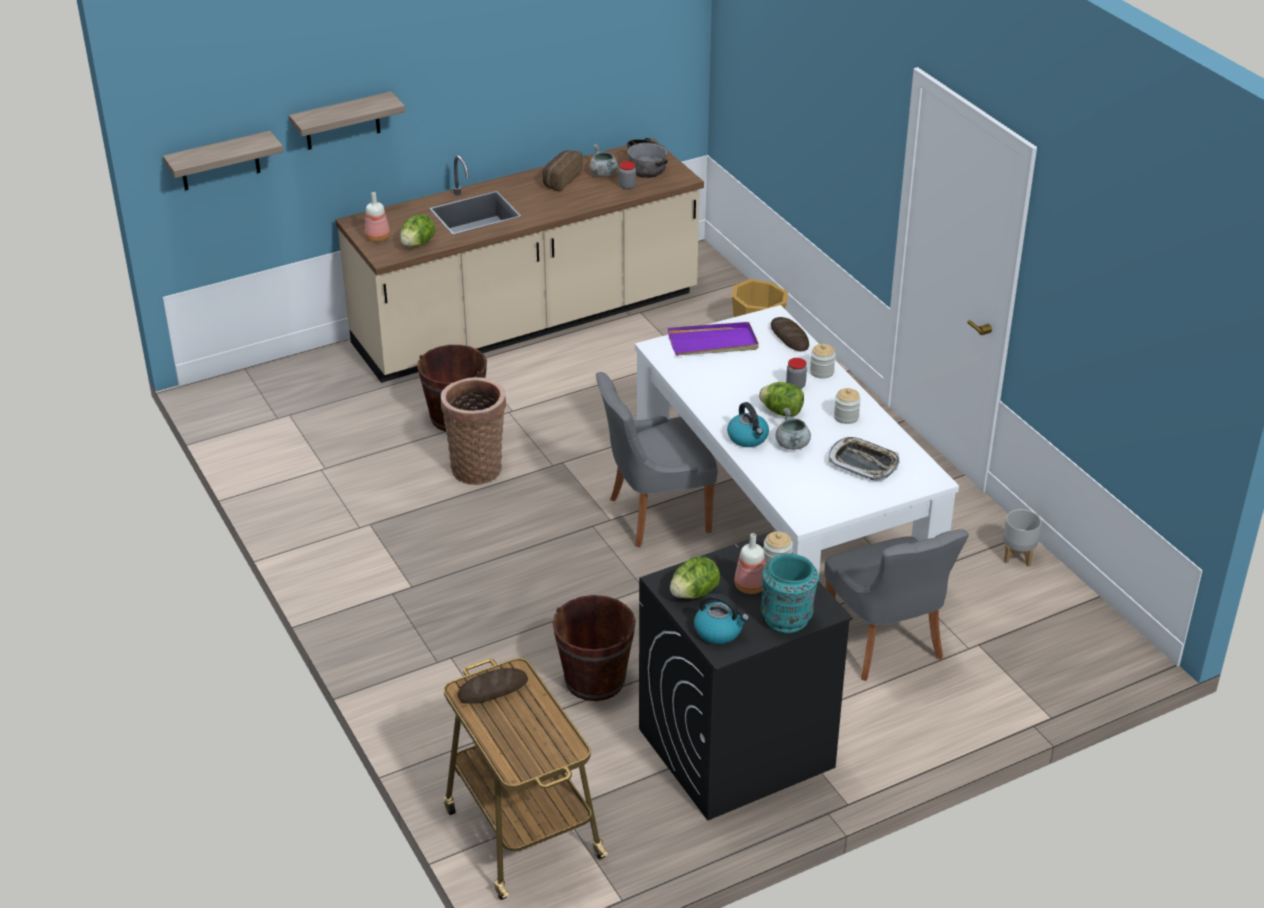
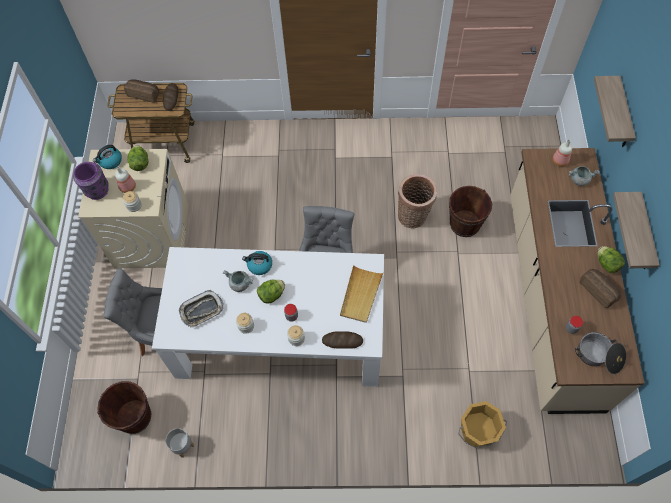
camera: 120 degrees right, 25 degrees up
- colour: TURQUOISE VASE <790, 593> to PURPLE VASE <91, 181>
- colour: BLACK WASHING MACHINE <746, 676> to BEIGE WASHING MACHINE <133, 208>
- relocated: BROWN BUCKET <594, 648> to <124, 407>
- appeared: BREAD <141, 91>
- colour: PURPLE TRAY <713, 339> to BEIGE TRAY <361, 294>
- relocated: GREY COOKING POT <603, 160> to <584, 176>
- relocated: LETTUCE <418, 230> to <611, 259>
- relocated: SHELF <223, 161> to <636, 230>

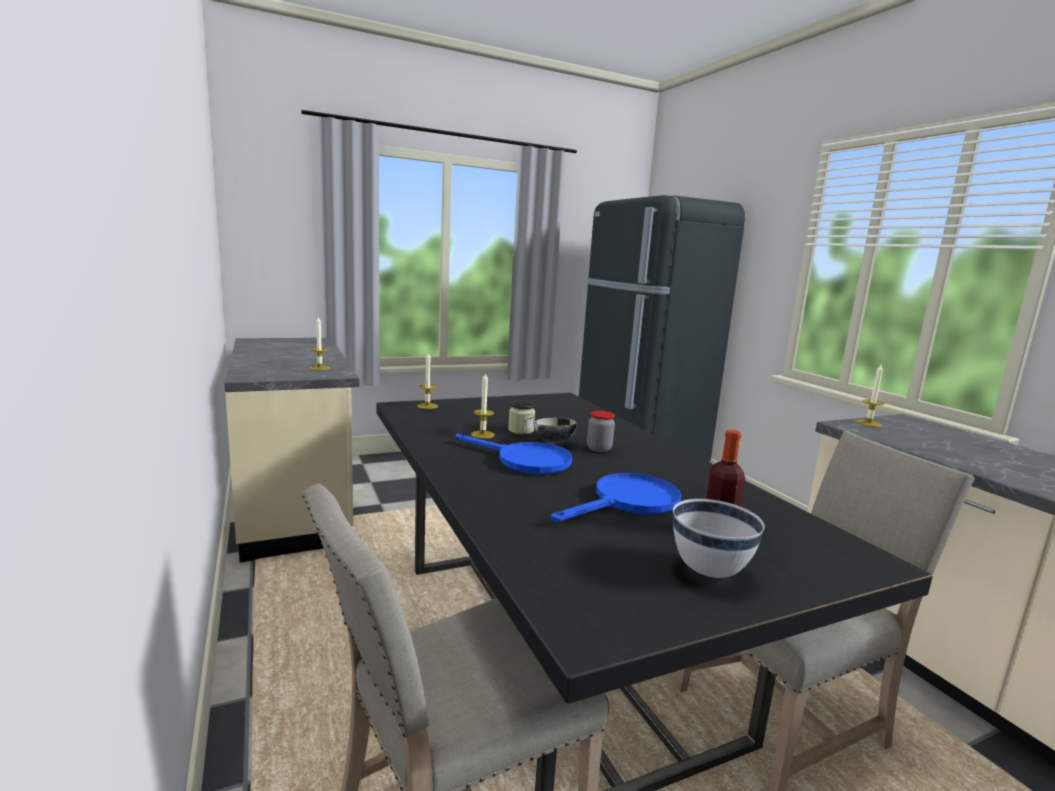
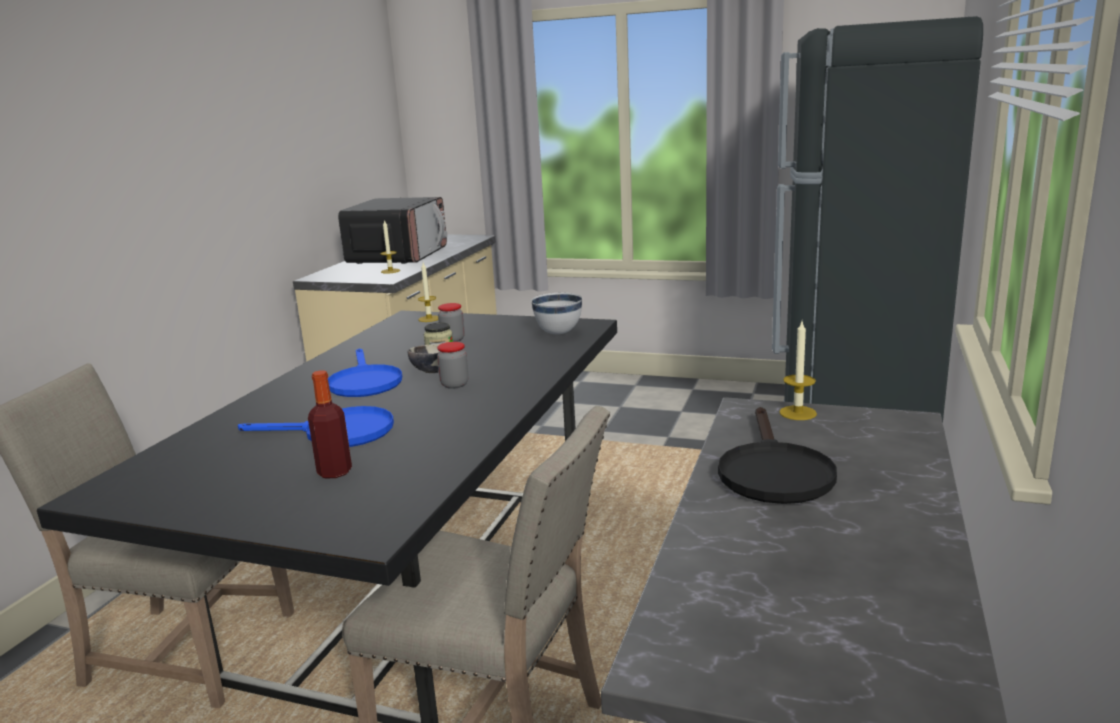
camera: 45 degrees right, 5 degrees up
- appeared: MICROWAVE <392, 230>
- appeared: JAR <451, 322>
- relocated: WHITE BOWL <719, 538> to <556, 314>
- appeared: BLACK FRYING PAN <777, 455>
- missing: CANDLE <483, 405>

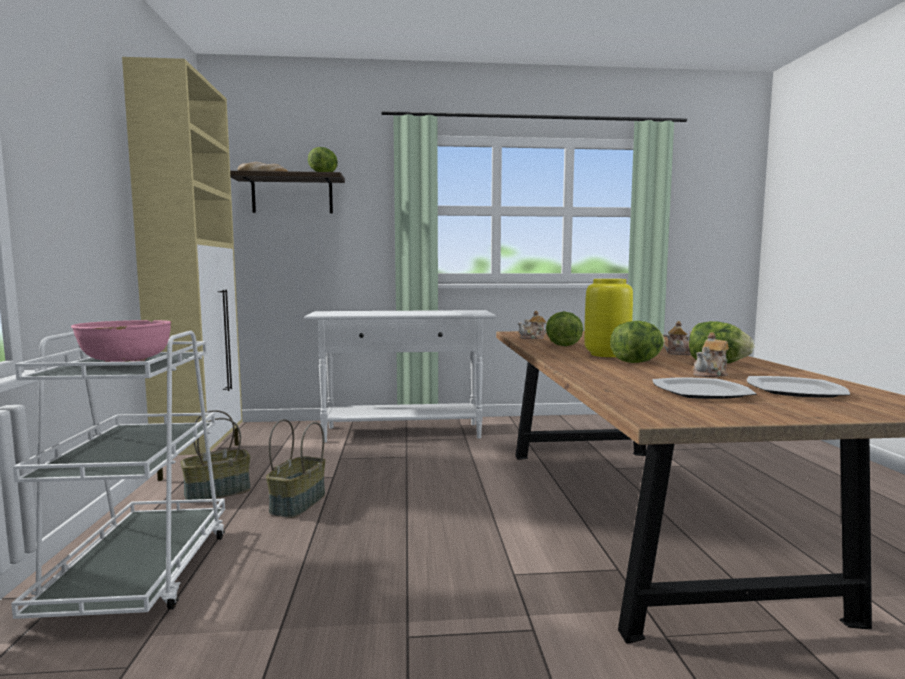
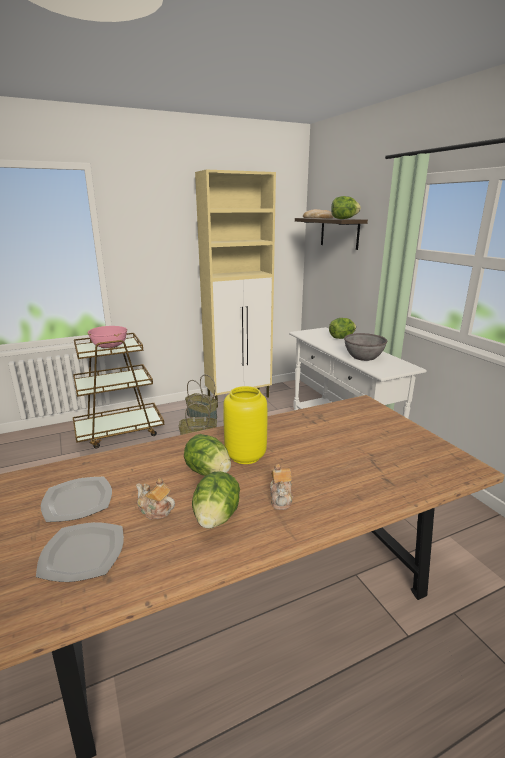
camera: 70 degrees right, 15 degrees up
- colour: WHITE CART <118, 475> to BROWN CART <118, 390>
- relocated: LETTUCE <564, 328> to <342, 328>
- appeared: GREY BOWL <366, 347>
- missing: TEAPOT <532, 325>

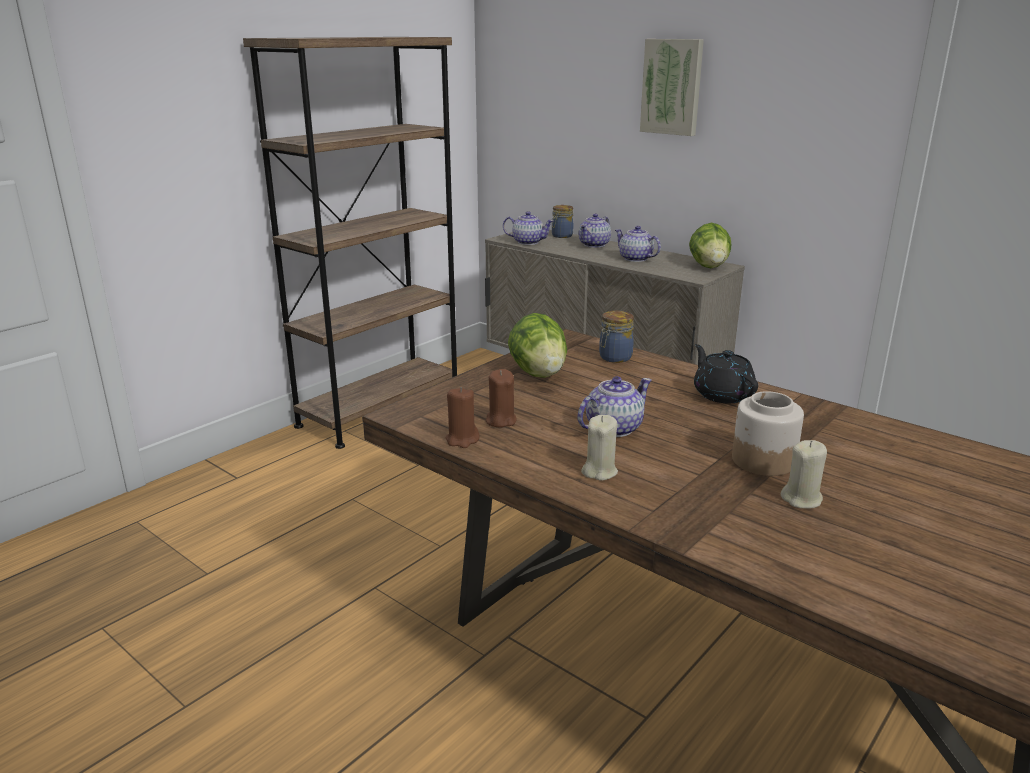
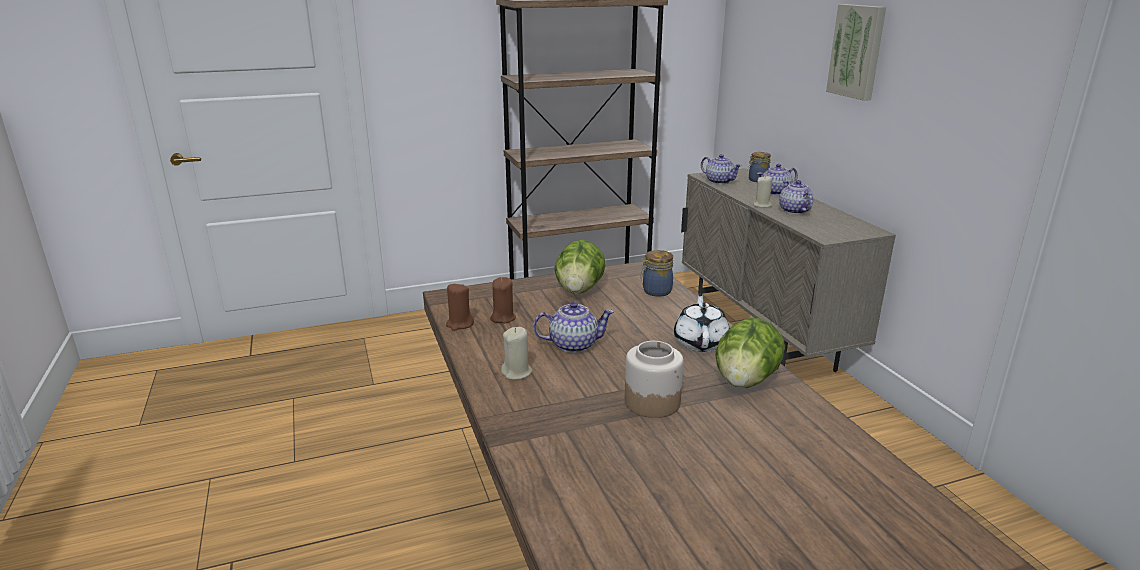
camera: 30 degrees right, 0 degrees up
- colour: BLACK TEAPOT <726, 373> to WHITE TEAPOT <702, 322>
- relocated: LETTUCE <710, 245> to <750, 353>
- relocated: BEIGE CANDLE <804, 474> to <762, 191>

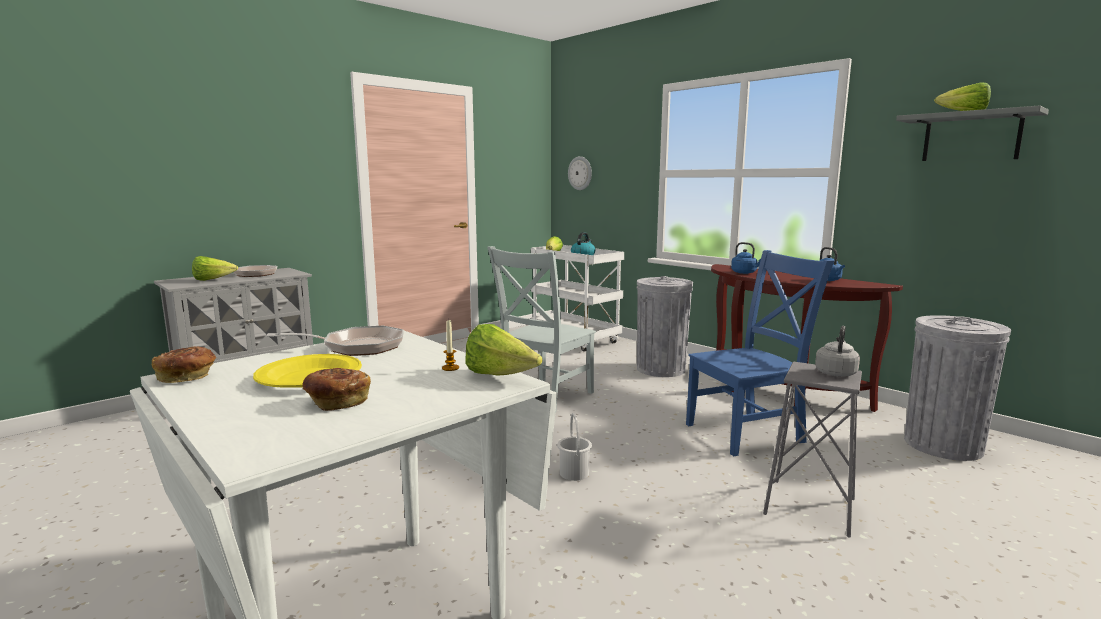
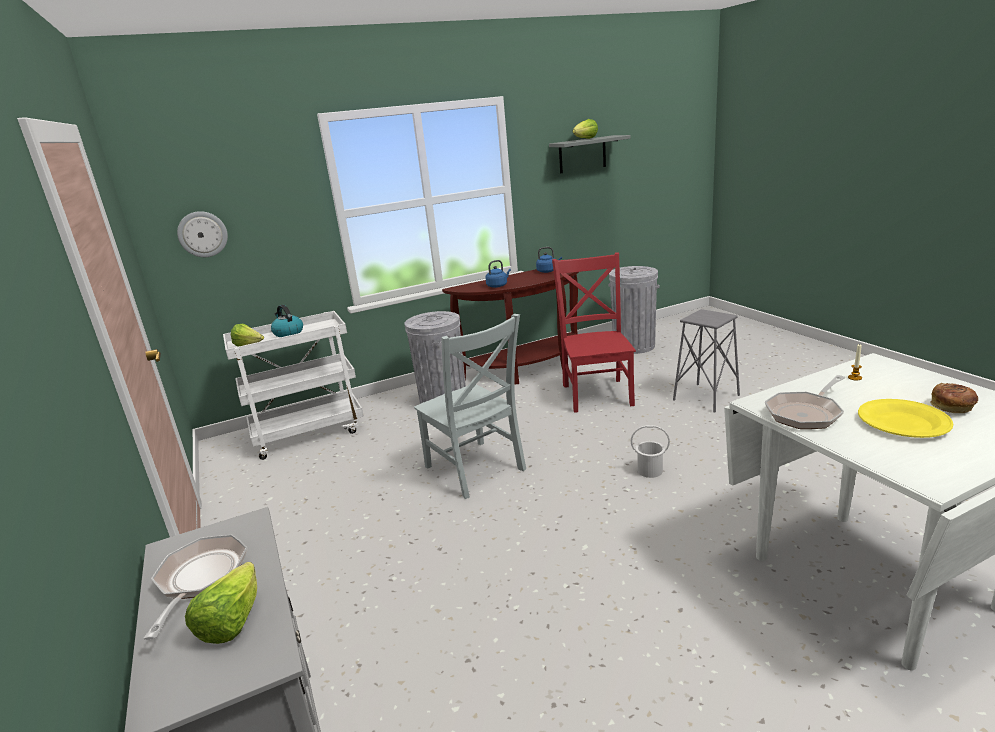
camera: 70 degrees left, 10 degrees up
- colour: BLUE CHAIR <760, 353> to RED CHAIR <594, 332>
- spun: FRYING PAN <335, 341> = <805, 402> 135 degrees counterclockwise
- missing: BREAD <184, 364>
- missing: LETTUCE <504, 350>
- missing: GREY KETTLE <837, 351>

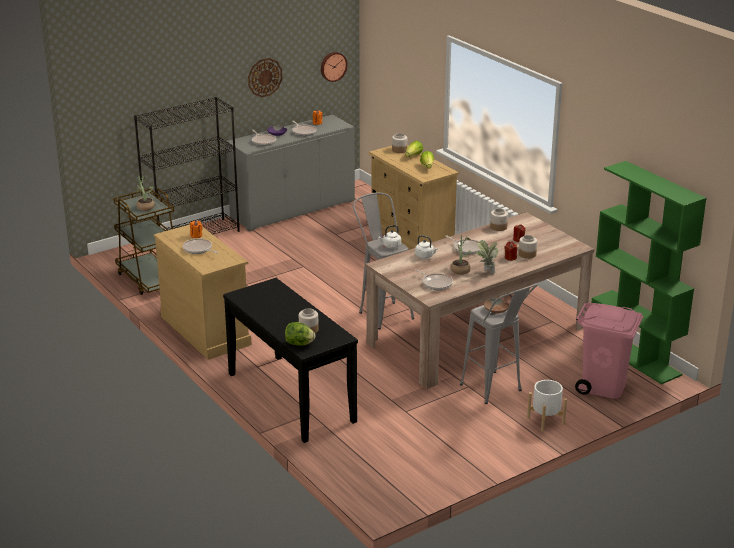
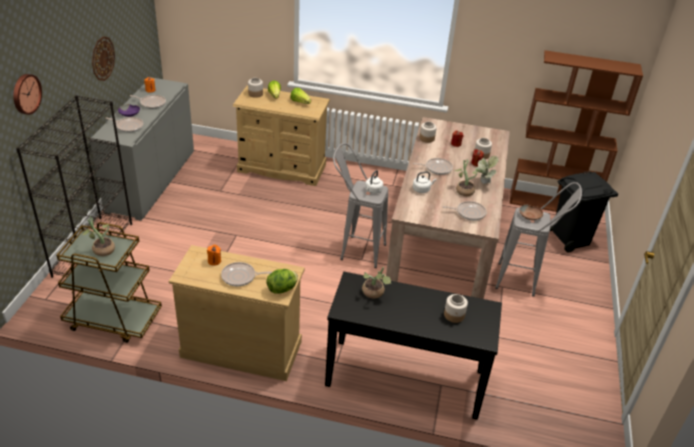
camera: 45 degrees left, 10 degrees up
- relocated: WALL CLOCK <334, 67> to <27, 94>
- relocated: LETTUCE <300, 334> to <282, 281>
- appeared: POTTED PLANT <376, 282>
- colour: GREEN BOOKCASE <649, 273> to BROWN BOOKCASE <576, 131>
- colour: PINK TRASH CAN <609, 351> to BLACK TRASH CAN <584, 211>
- missing: WHITE PLANTER <547, 406>

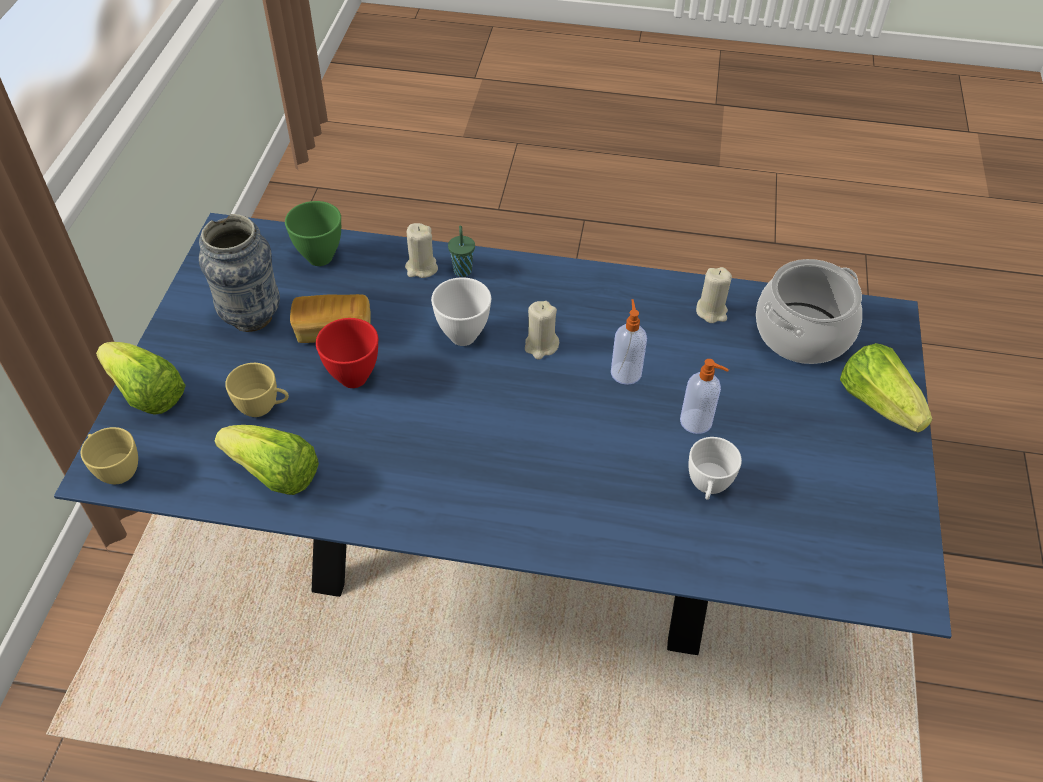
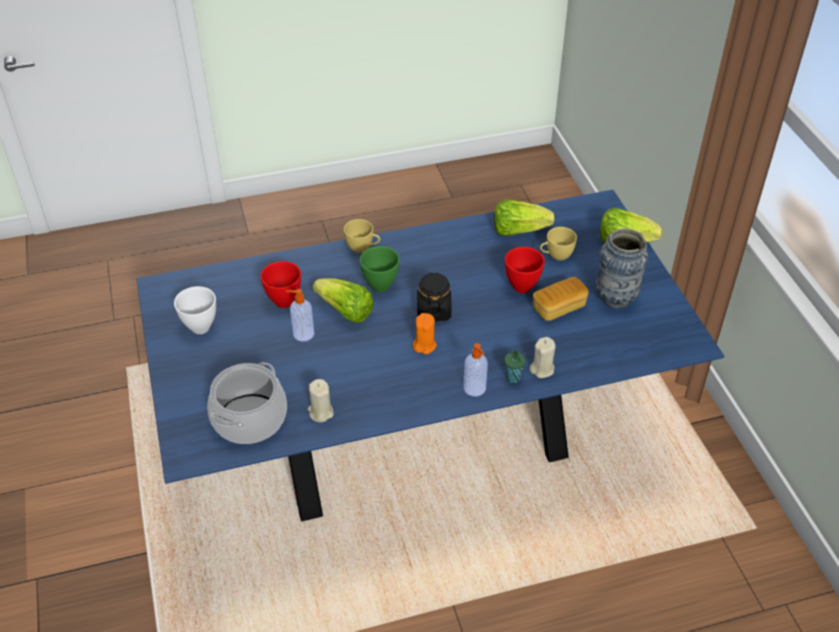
camera: 155 degrees right, 5 degrees down
- relocated: WHITE BOWL <461, 311> to <195, 310>
- exchanged: WHITE CUP <715, 468> to RED BOWL <280, 284>
- relocated: LETTUCE <886, 388> to <343, 300>
- relocated: YELLOW CUP <109, 455> to <362, 236>
- relocated: GREEN BOWL <313, 233> to <380, 269>
- colour: BEIGE CANDLE <542, 330> to ORANGE CANDLE <425, 333>
- appeared: BLACK JAR <434, 296>
- relocated: SOAP DISPENSER <629, 342> to <476, 370>

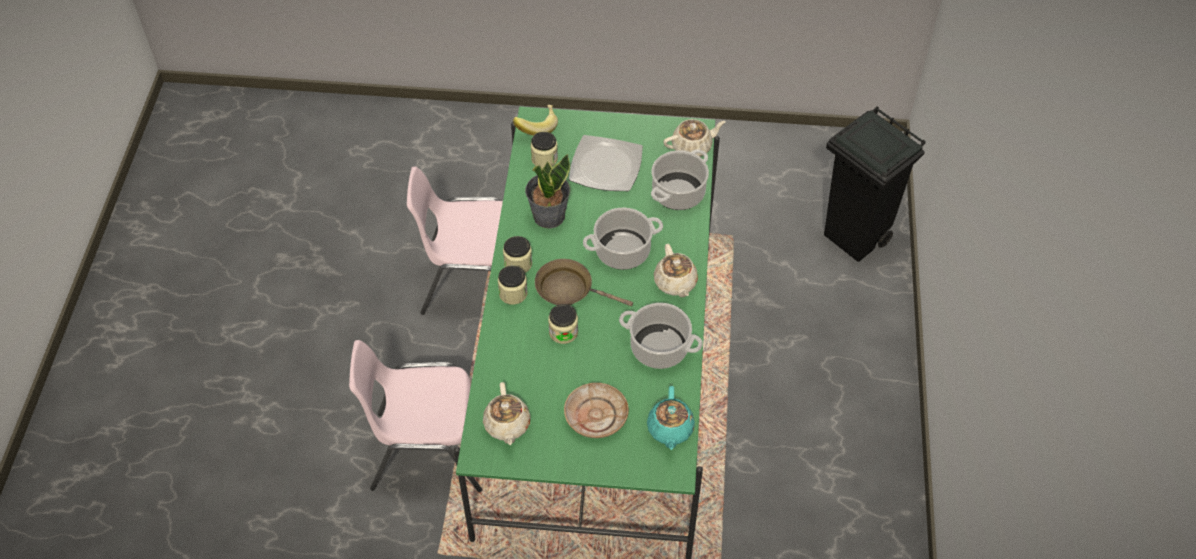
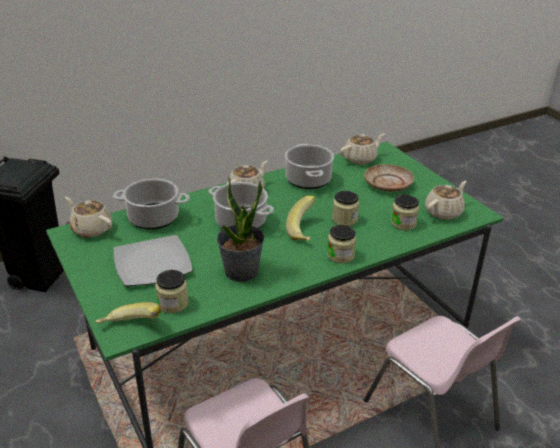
camera: 125 degrees left, 20 degrees down
- exchanged: BROWN FRYING PAN <584, 282> to BANANA <301, 218>
- colour: TURQUOISE TEAPOT <671, 418> to BEIGE TEAPOT <362, 148>
- relocated: JAR <517, 254> to <405, 212>

